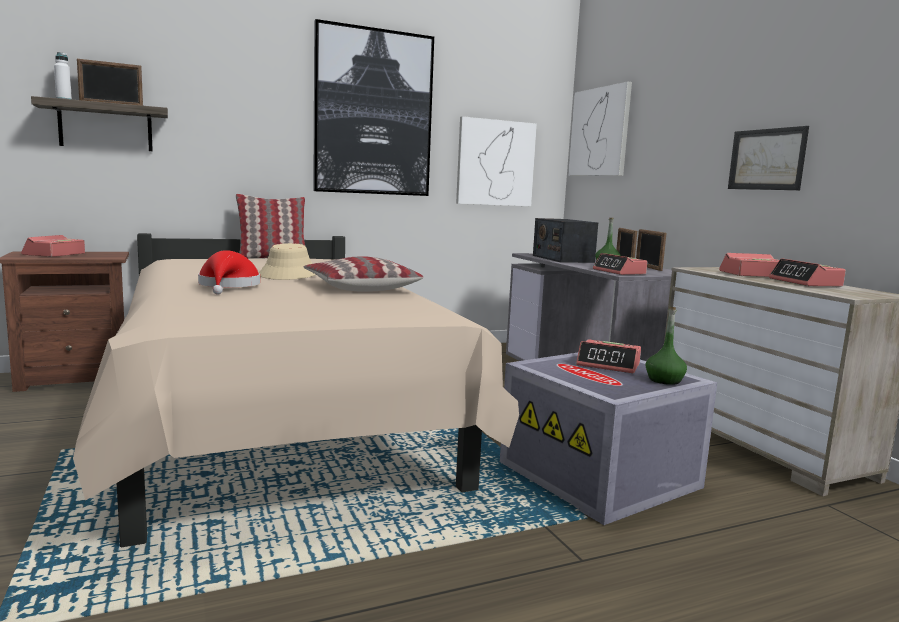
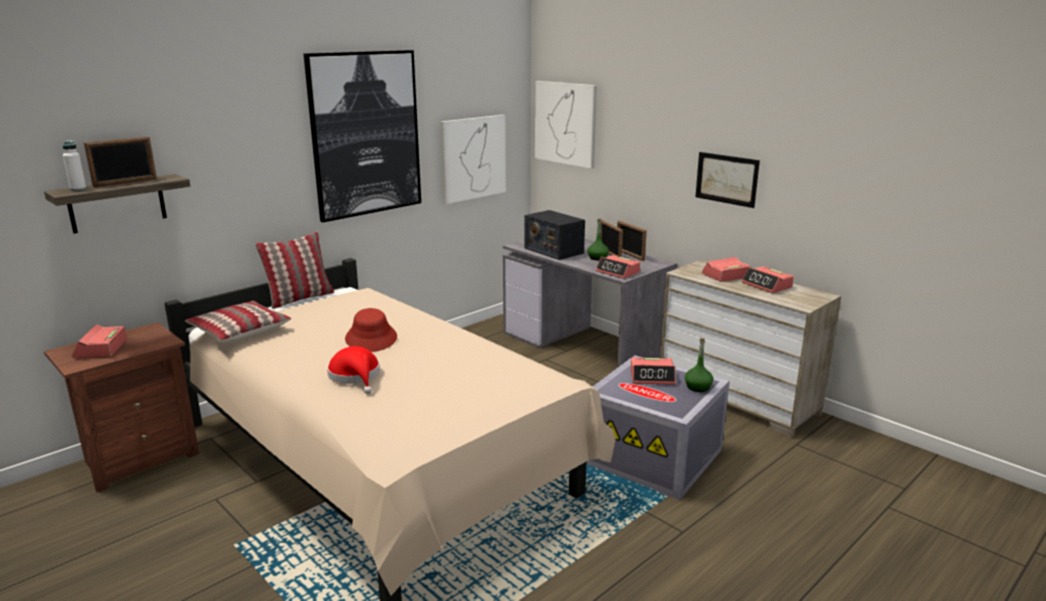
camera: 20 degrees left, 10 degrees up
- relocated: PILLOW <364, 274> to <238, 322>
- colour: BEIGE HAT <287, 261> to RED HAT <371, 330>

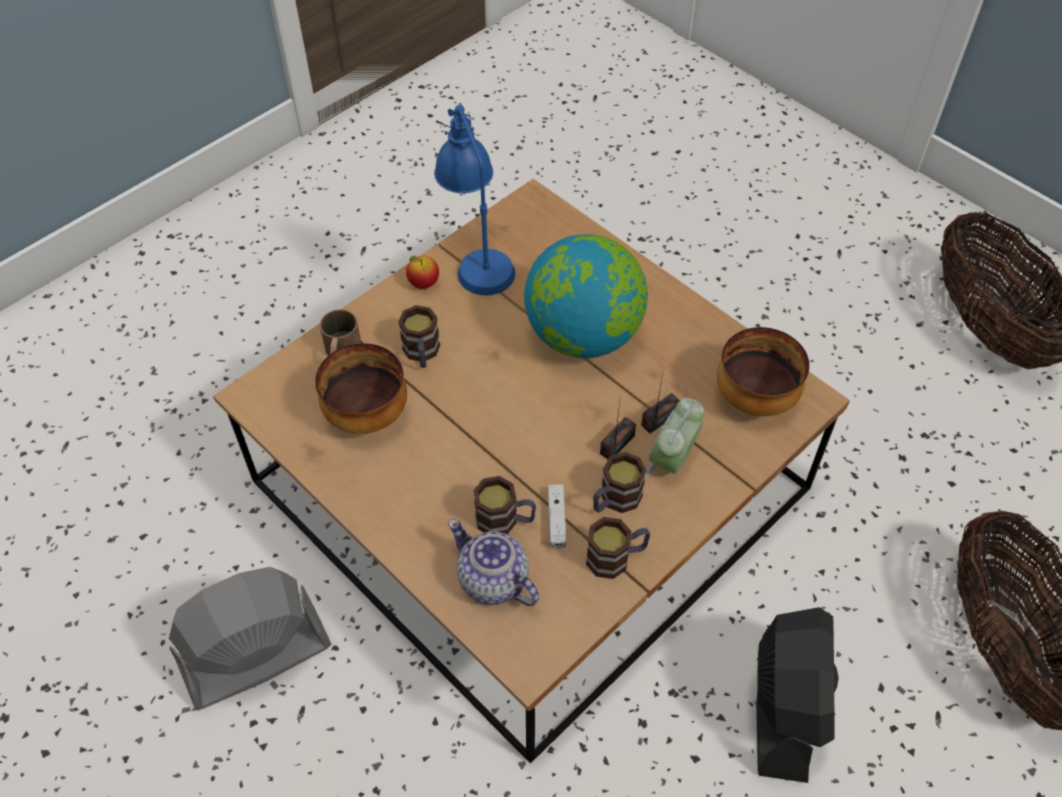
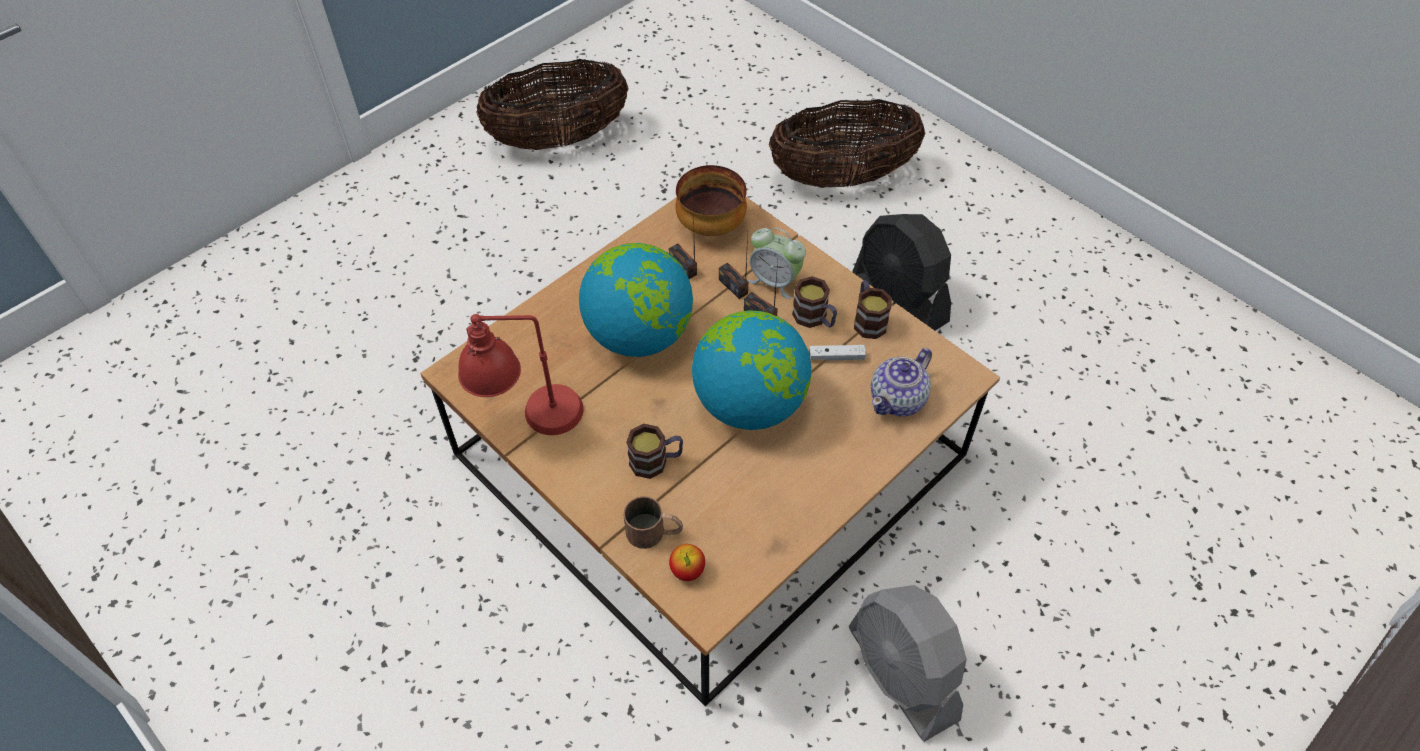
camera: 90 degrees left, 0 degrees up
- colour: BLUE TABLE LAMP <474, 200> to RED TABLE LAMP <521, 374>
- appeared: RADIO <683, 244>
- relocated: APPLE <422, 272> to <687, 562>
- appeared: GLOBE <752, 370>
- spun: BLACK FAN <797, 695> = <901, 272> 135 degrees counterclockwise
- missing: BOWL <361, 388>
- missing: MUG <504, 505>

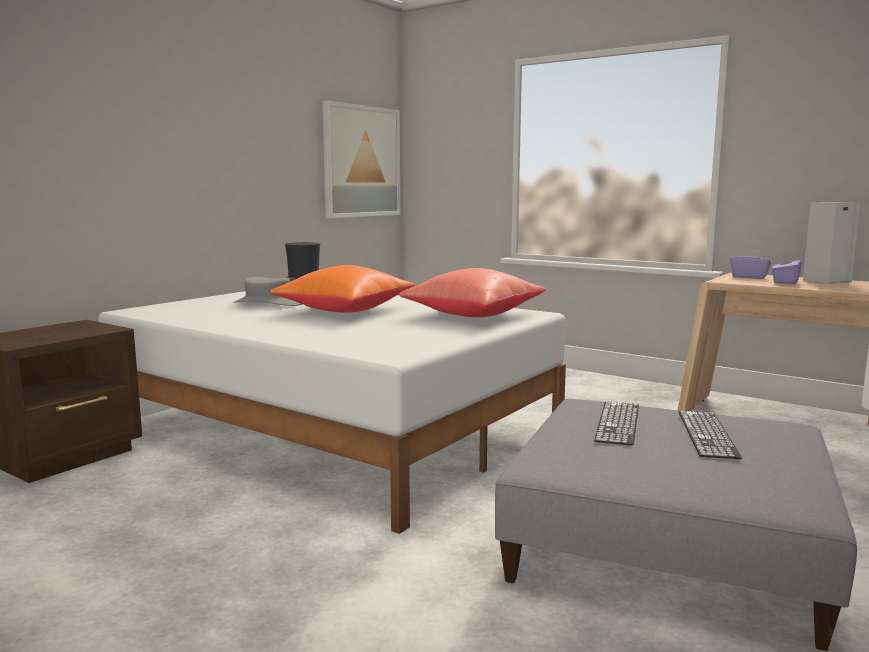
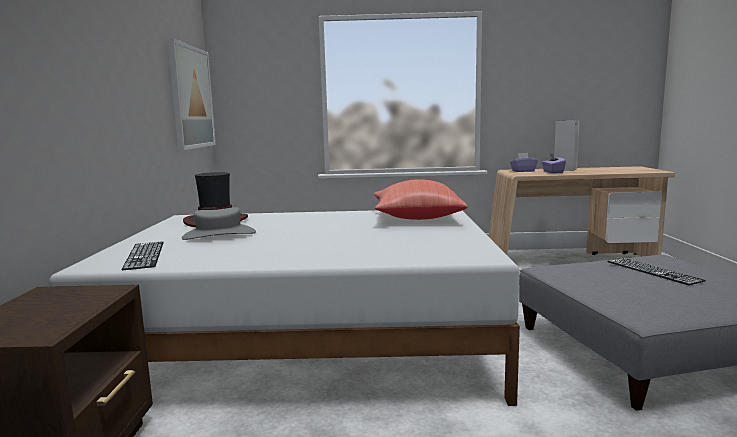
camera: 35 degrees left, 0 degrees up
- relocated: KEYBOARD <616, 423> to <142, 255>
- missing: ORANGE PILLOW <342, 289>

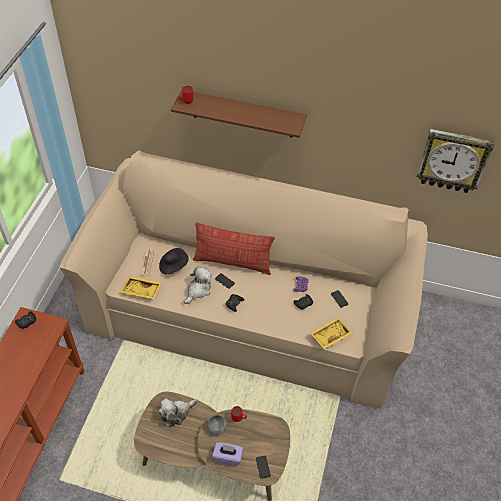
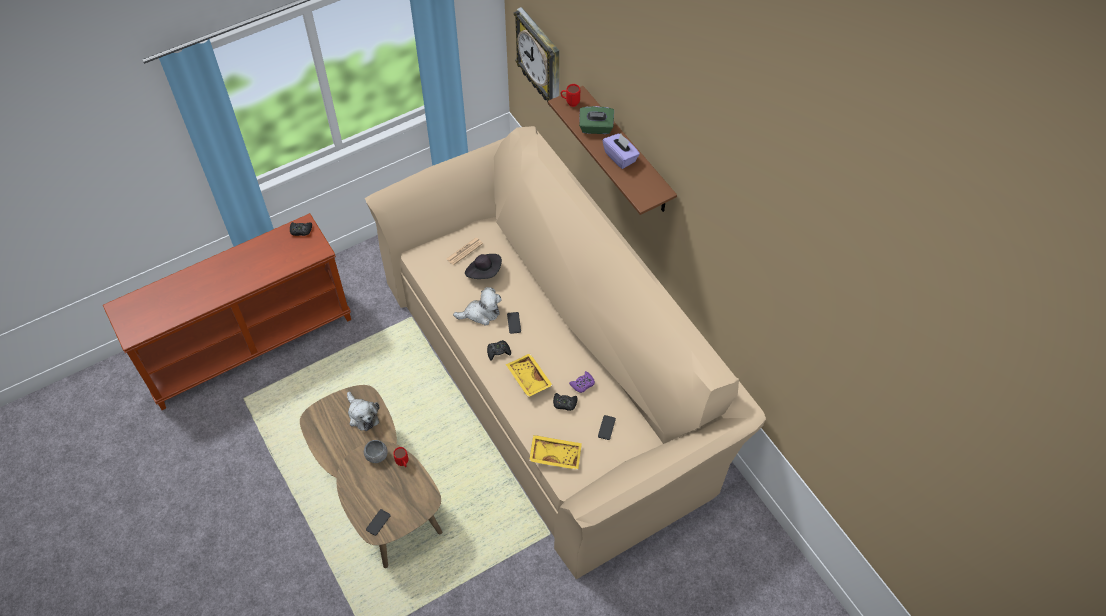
camera: 45 degrees right, 5 degrees up
- spun: PLUSH TOY <178, 412> = <363, 411> 135 degrees counterclockwise
- relocated: YELLOW TRAY <141, 287> to <529, 375>
- relocated: WALL CLOCK <455, 161> to <536, 56>
- appeared: GREEN TISSUE BOX <596, 120>
- relocated: PURPLE TISSUE BOX <227, 454> to <621, 151>
- missing: PILLOW <234, 248>

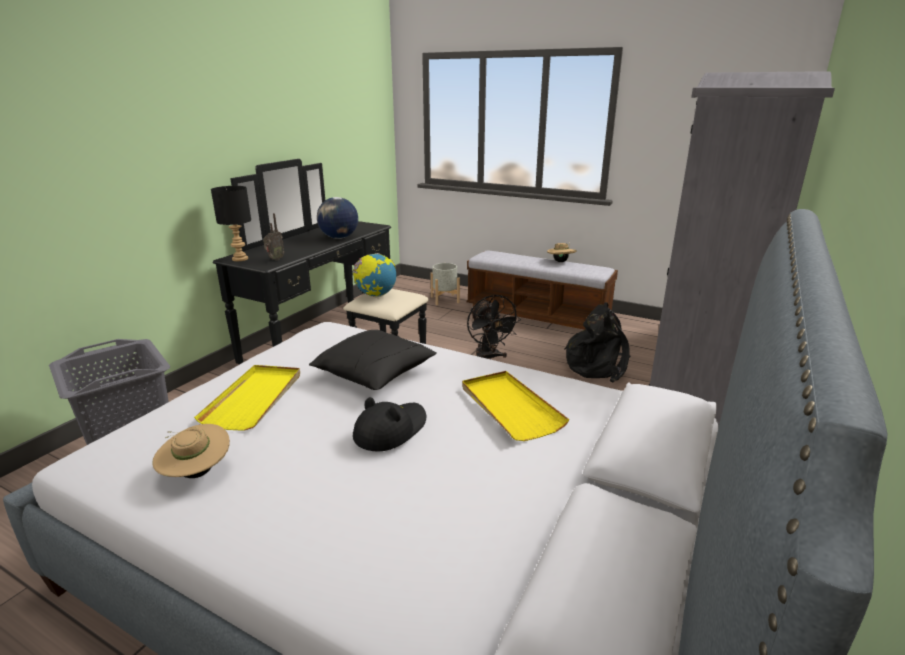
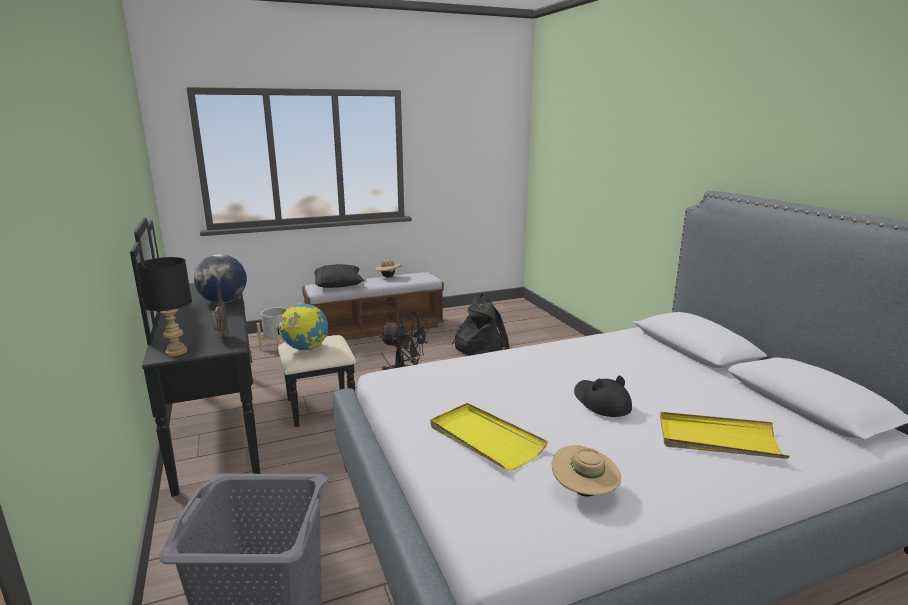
camera: 50 degrees left, 5 degrees down
- relocated: BLACK PILLOW <373, 360> to <339, 276>
- relocated: YELLOW TRAY <515, 406> to <725, 435>
- missing: GREY WARDROBE <742, 249>

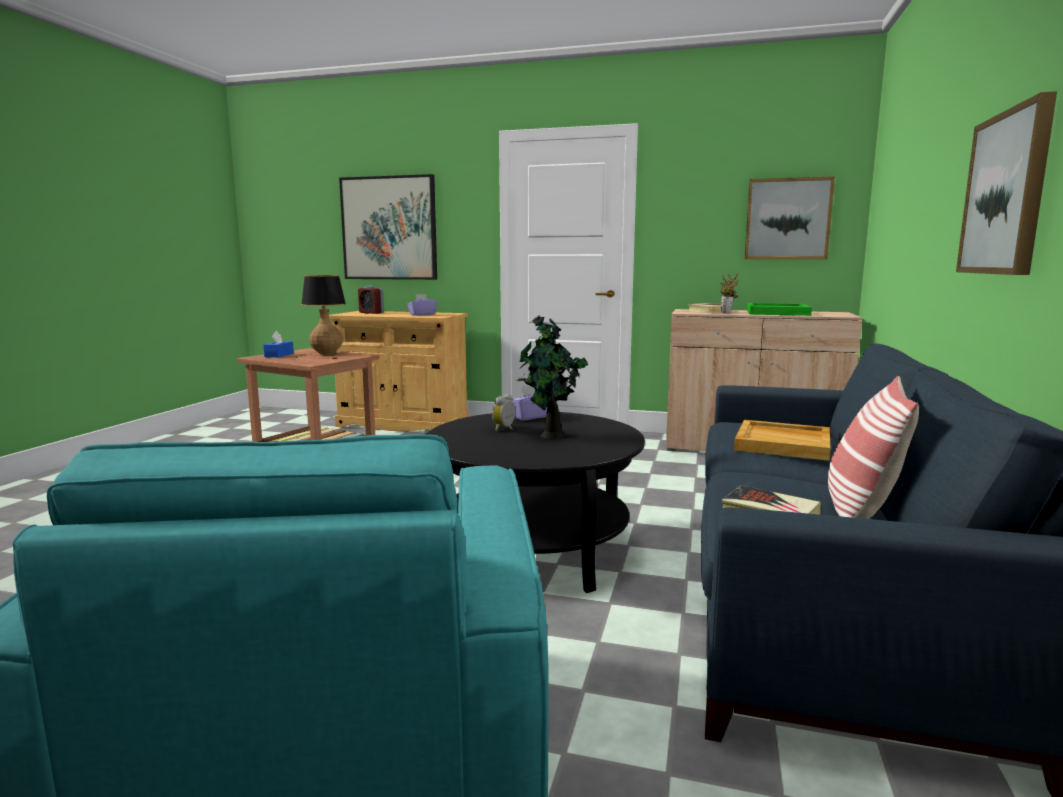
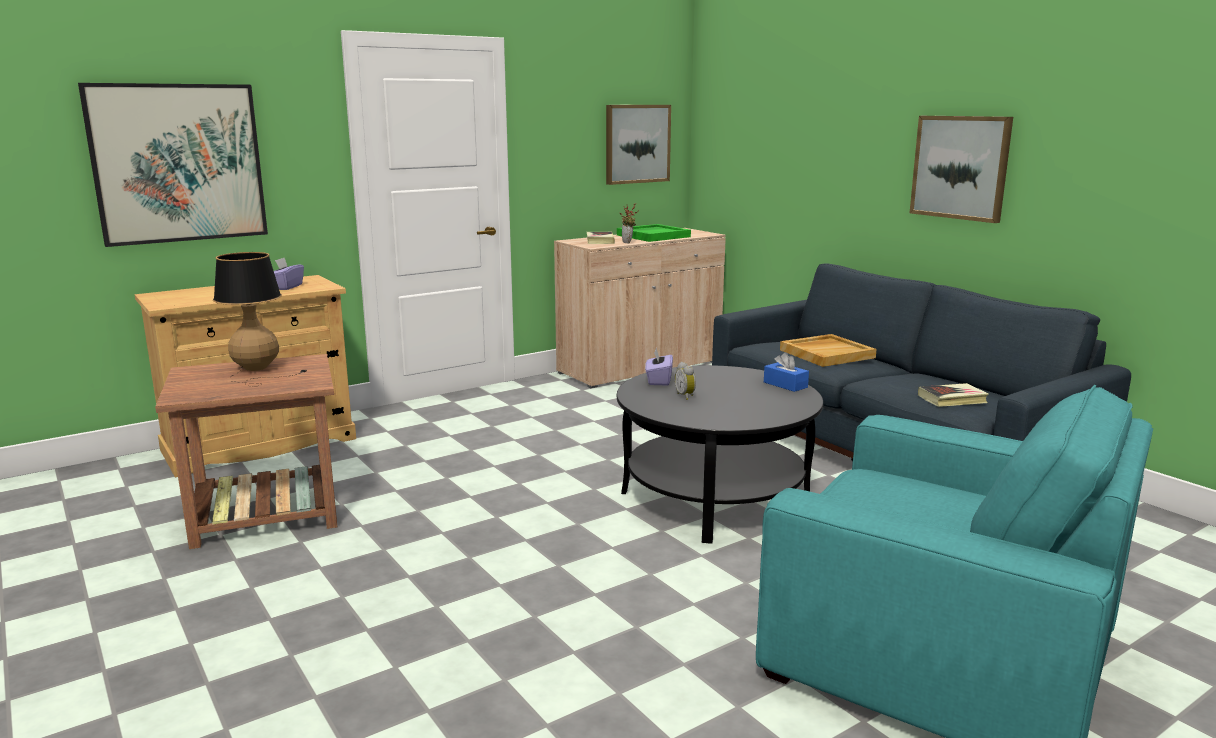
camera: 50 degrees left, 5 degrees up
- relocated: BLUE TISSUE BOX <278, 344> to <786, 372>
- missing: ALARM CLOCK <371, 299>
- missing: POTTED PLANT <553, 377>
- missing: PILLOW <873, 447>

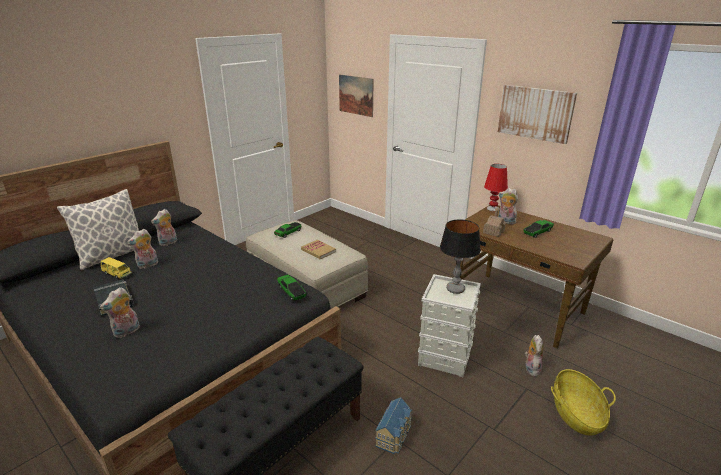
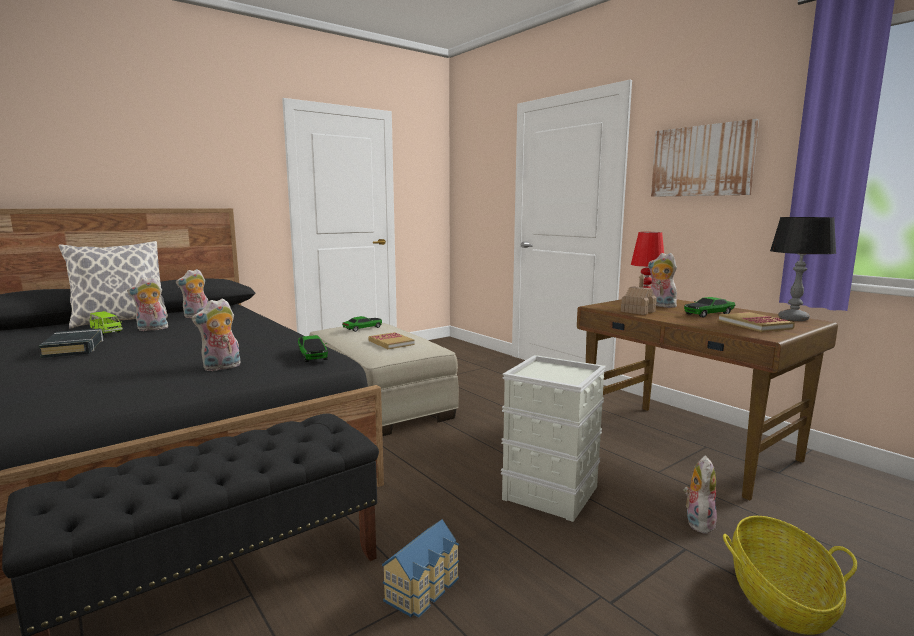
camera: 10 degrees right, 15 degrees down
- colour: YELLOW TOY CAR <116, 268> to GREEN TOY CAR <106, 323>
- relocated: PLUSH TOY <120, 312> to <216, 334>
- appeared: BOOK <757, 322>
- relocated: TABLE LAMP <460, 257> to <803, 269>
- missing: PICTURE <356, 95>

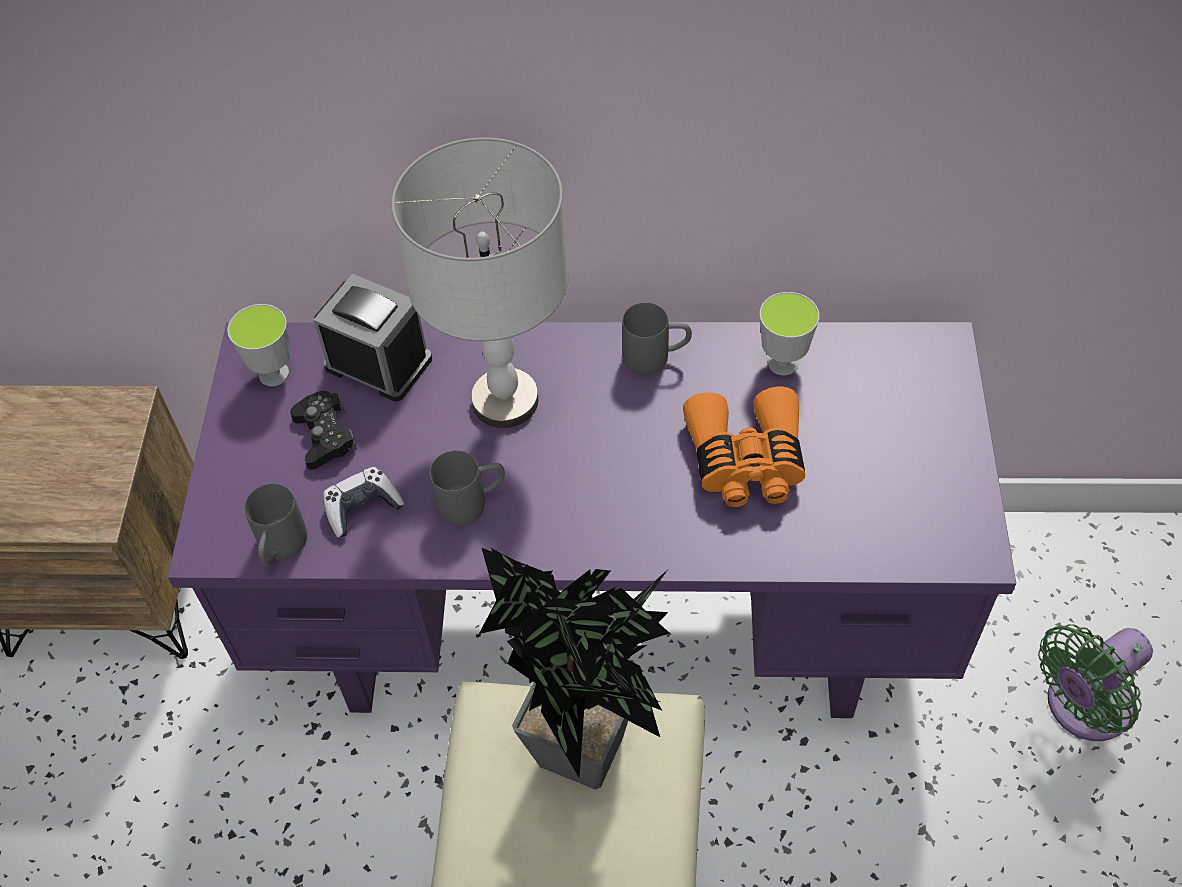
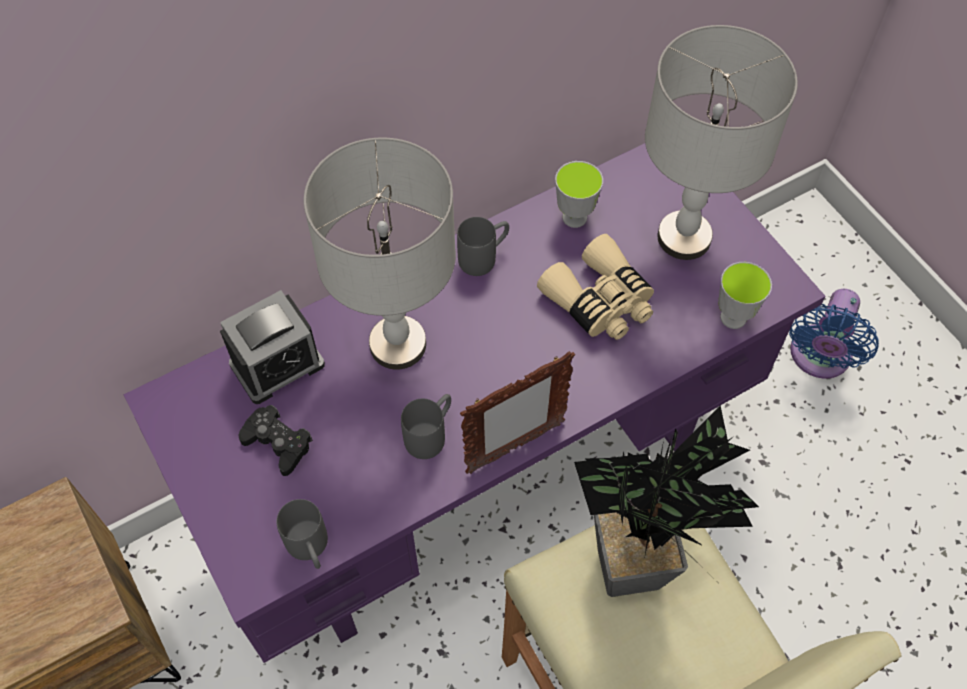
camera: 35 degrees left, 5 degrees up
- spun: ALARM CLOCK <373, 338> = <272, 347> 150 degrees clockwise
- appeared: PICTURE FRAME <517, 412>
- colour: ORANGE BINOCULARS <744, 447> to BEIGE BINOCULARS <595, 287>
- appeared: GREY TABLE LAMP <721, 142>
- relocated: CUP <259, 345> to <745, 295>
- colour: GREEN FAN <1095, 682> to BLUE FAN <834, 334>
- missing: GAME CONTROLLER <363, 502>

